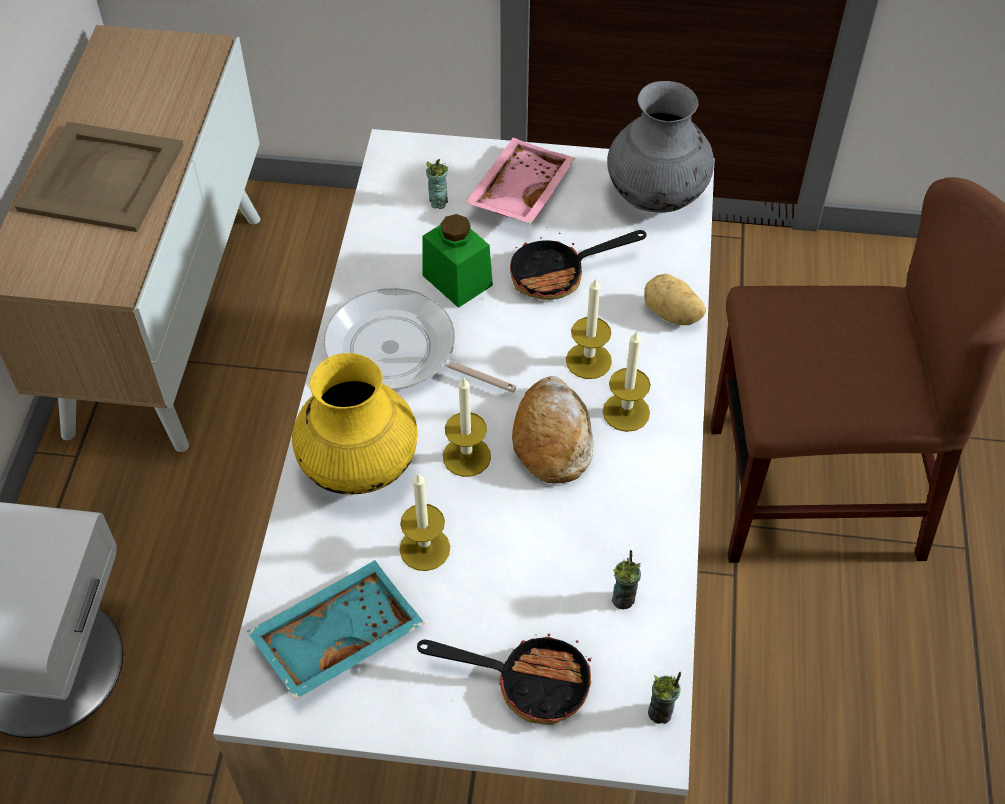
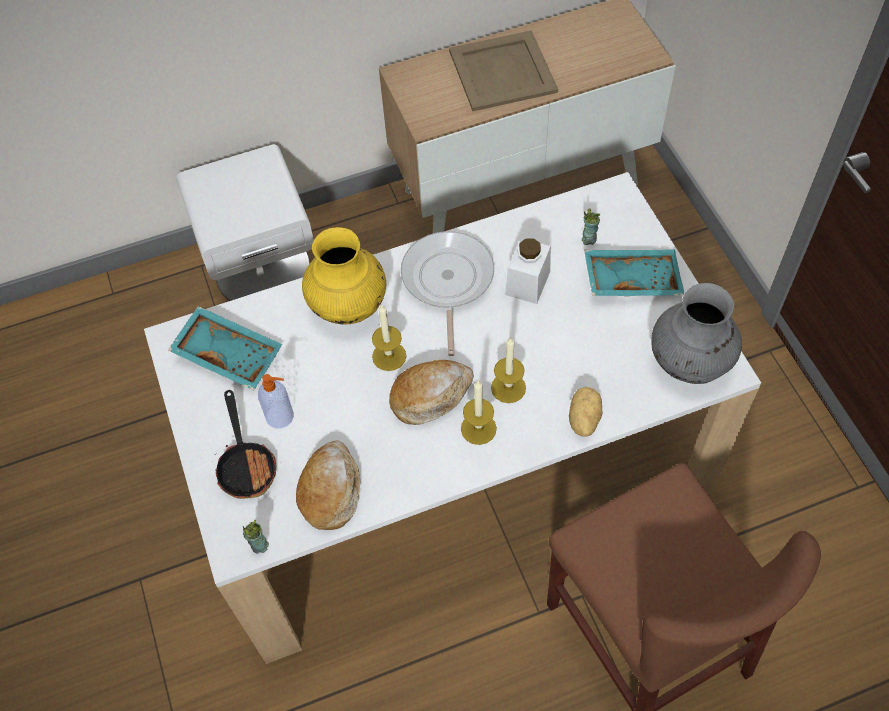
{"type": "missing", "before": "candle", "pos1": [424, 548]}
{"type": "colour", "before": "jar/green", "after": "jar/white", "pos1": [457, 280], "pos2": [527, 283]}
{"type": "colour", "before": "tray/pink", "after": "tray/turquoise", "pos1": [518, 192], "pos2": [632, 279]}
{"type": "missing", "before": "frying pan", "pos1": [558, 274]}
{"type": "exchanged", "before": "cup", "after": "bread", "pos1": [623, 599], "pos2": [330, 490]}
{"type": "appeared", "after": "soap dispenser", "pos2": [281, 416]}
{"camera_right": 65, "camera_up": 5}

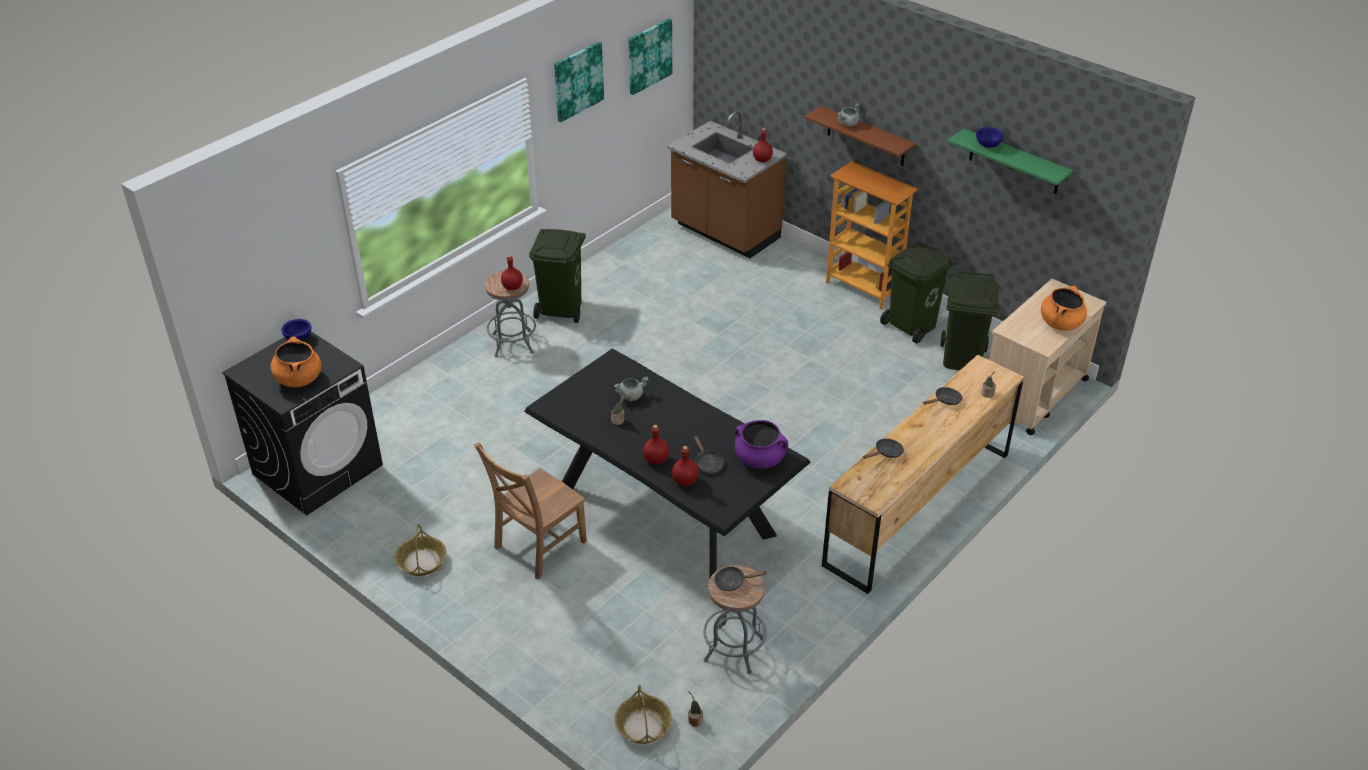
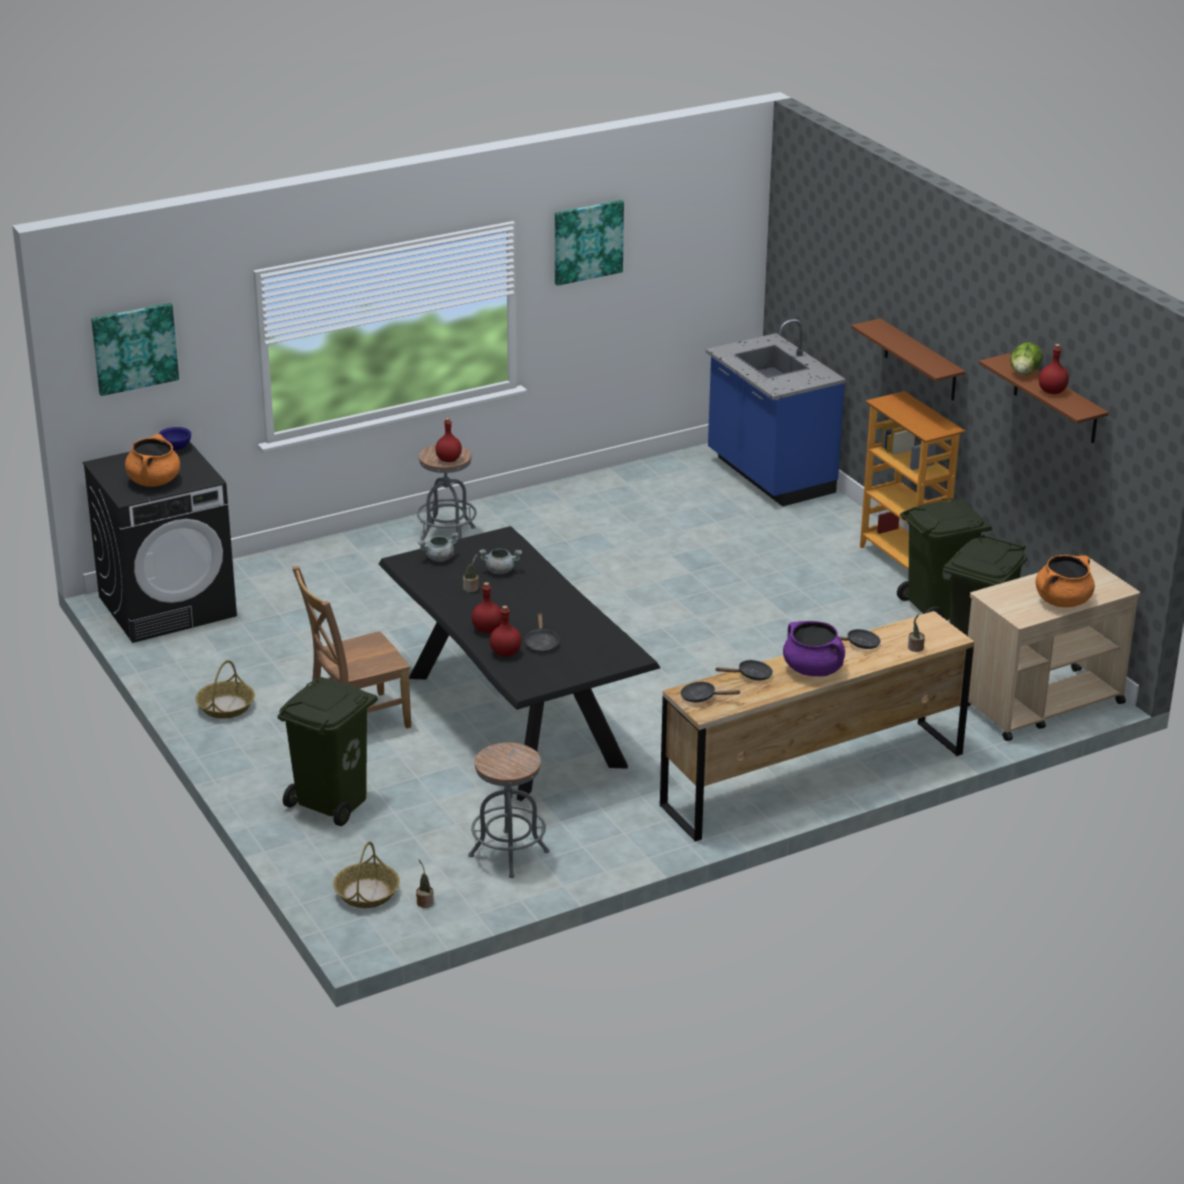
{"type": "relocated", "before": "trash can/green", "pos1": [562, 309], "pos2": [333, 802]}
{"type": "relocated", "before": "picture", "pos1": [649, 56], "pos2": [134, 348]}
{"type": "colour", "before": "counter/brown", "after": "counter/blue", "pos1": [724, 233], "pos2": [769, 476]}
{"type": "relocated", "before": "frying pan/black", "pos1": [733, 582], "pos2": [702, 697]}
{"type": "relocated", "before": "cooking pot/purple", "pos1": [760, 459], "pos2": [813, 669]}
{"type": "relocated", "before": "bottle/red", "pos1": [762, 159], "pos2": [1051, 391]}
{"type": "relocated", "before": "cooking pot/grey", "pos1": [848, 124], "pos2": [439, 558]}
{"type": "colour", "before": "shelf/green", "after": "shelf/brown", "pos1": [1014, 162], "pos2": [1055, 400]}
{"type": "exchanged", "before": "bowl/blue", "after": "lettuce", "pos1": [988, 145], "pos2": [1024, 373]}
{"camera_right": 20, "camera_up": -10}

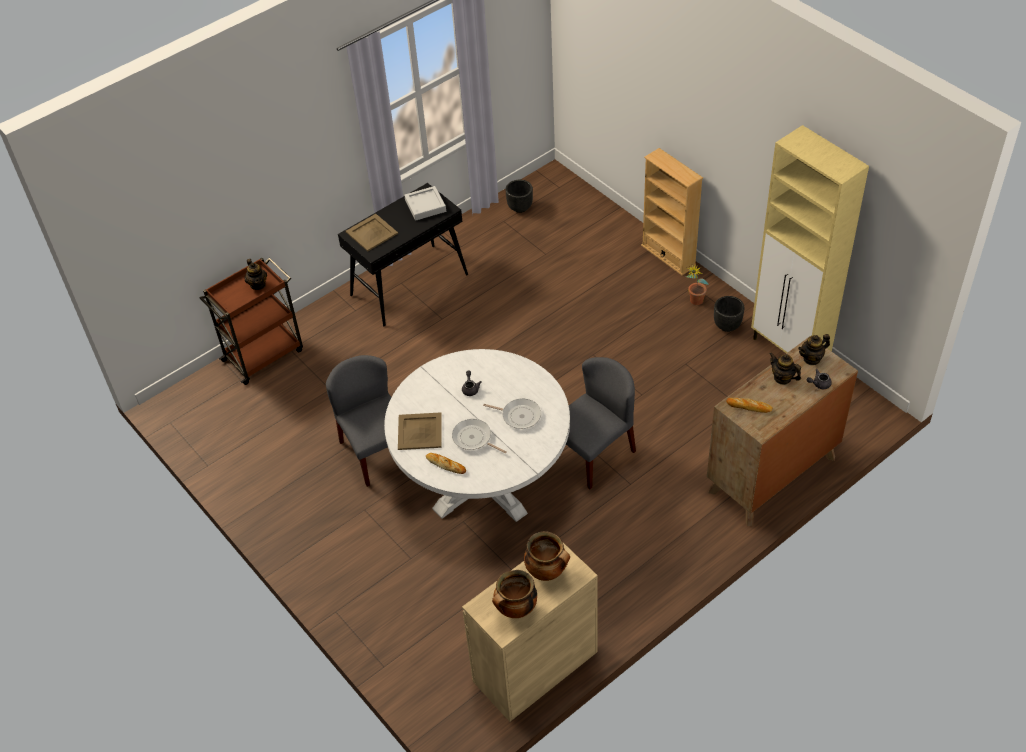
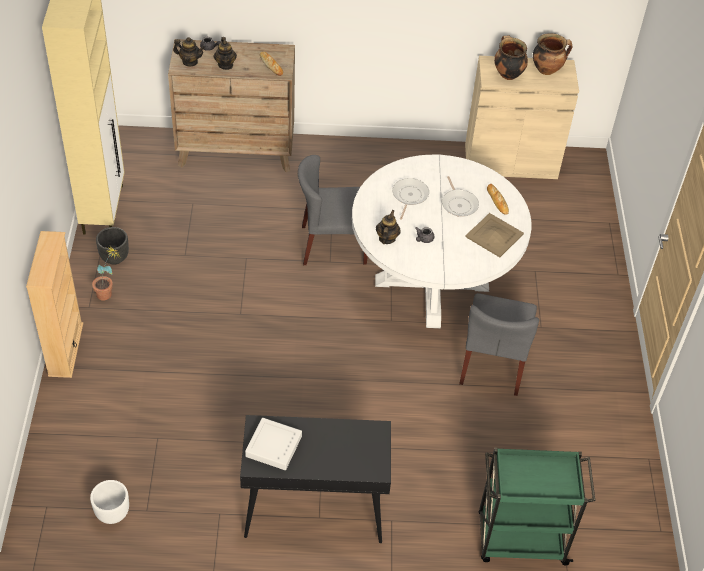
{"type": "colour", "before": "cart/brown", "after": "cart/green", "pos1": [264, 354], "pos2": [520, 539]}
{"type": "relocated", "before": "teapot", "pos1": [258, 284], "pos2": [386, 238]}
{"type": "missing", "before": "tray/beige", "pos1": [372, 232]}
{"type": "spun", "before": "frying pan", "pos1": [519, 415], "pos2": [409, 196], "turn": 45}
{"type": "colour", "before": "planter/black", "after": "planter/white", "pos1": [520, 207], "pos2": [112, 514]}
{"camera_right": -145, "camera_up": 0}

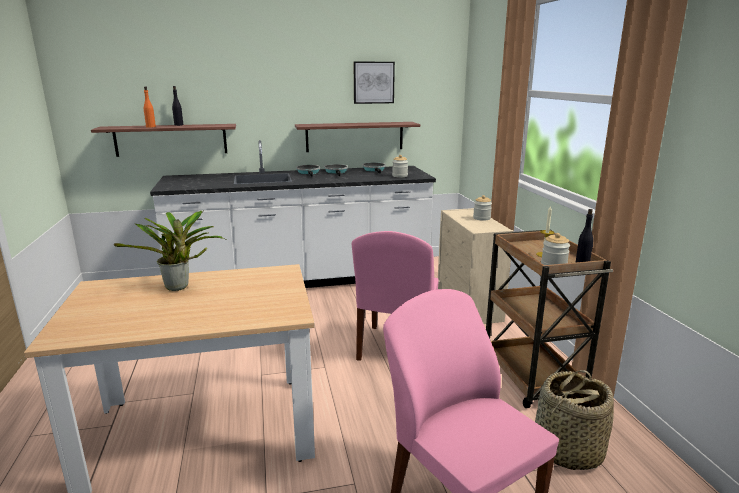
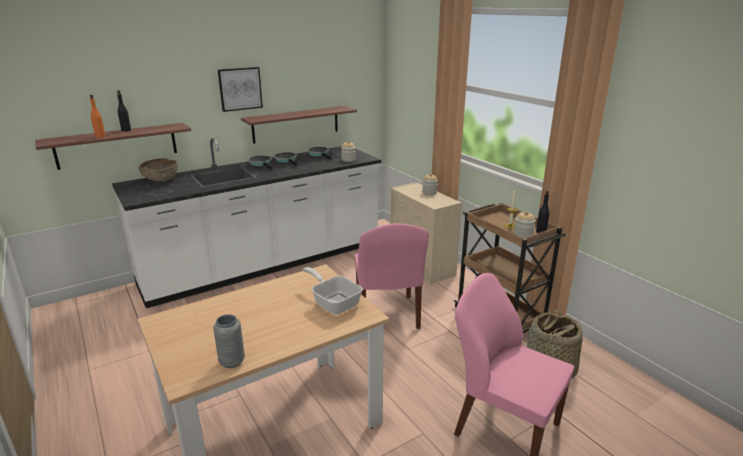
{"type": "missing", "before": "potted plant", "pos1": [180, 288]}
{"type": "relocated", "before": "picture", "pos1": [373, 82], "pos2": [240, 89]}
{"type": "appeared", "after": "bowl/brown", "pos2": [161, 179]}
{"type": "appeared", "after": "vase/grey", "pos2": [232, 362]}
{"type": "appeared", "after": "frying pan", "pos2": [333, 302]}
{"camera_right": -20, "camera_up": 5}

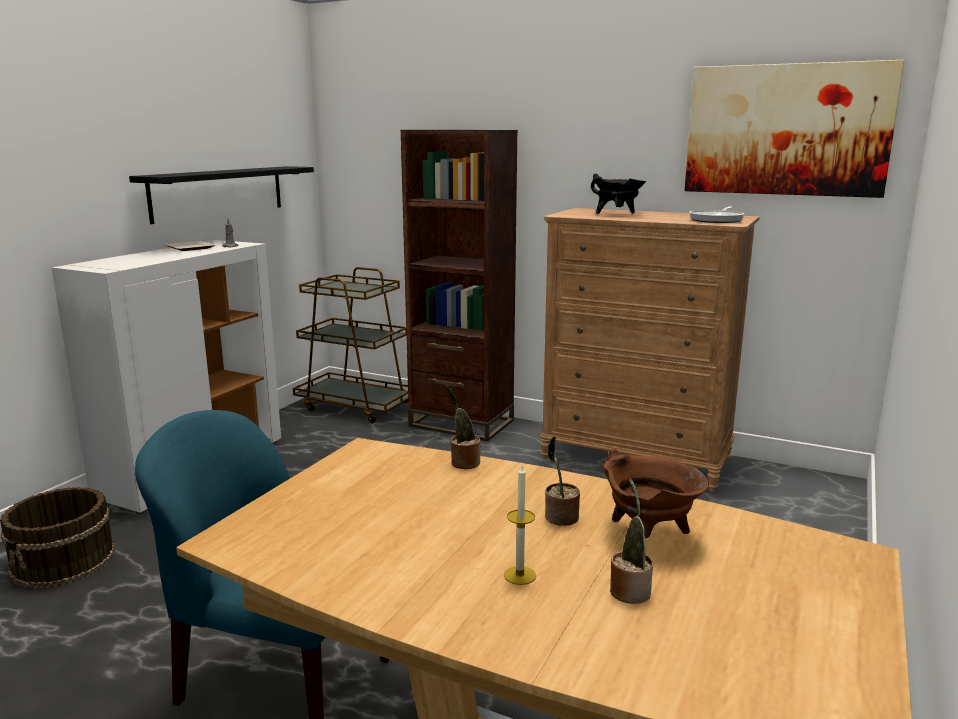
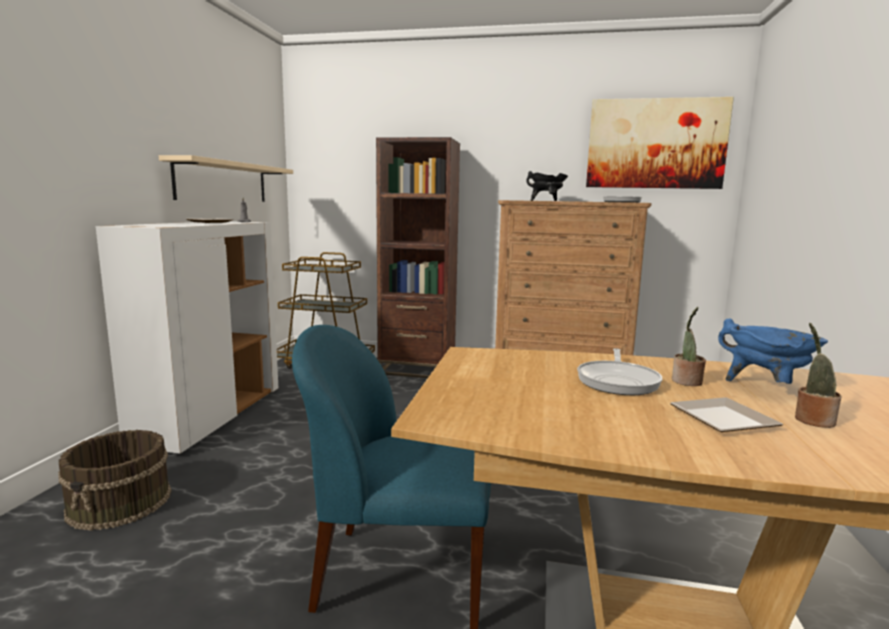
{"type": "colour", "before": "shelf/black", "after": "shelf/beige", "pos1": [219, 192], "pos2": [223, 182]}
{"type": "missing", "before": "potted plant", "pos1": [463, 462]}
{"type": "exchanged", "before": "candle", "after": "plate", "pos1": [520, 575], "pos2": [718, 418]}
{"type": "colour", "before": "cooking pot/brown", "after": "cooking pot/blue", "pos1": [648, 536], "pos2": [766, 387]}
{"type": "appeared", "after": "frying pan", "pos2": [618, 381]}
{"camera_right": -15, "camera_up": -5}

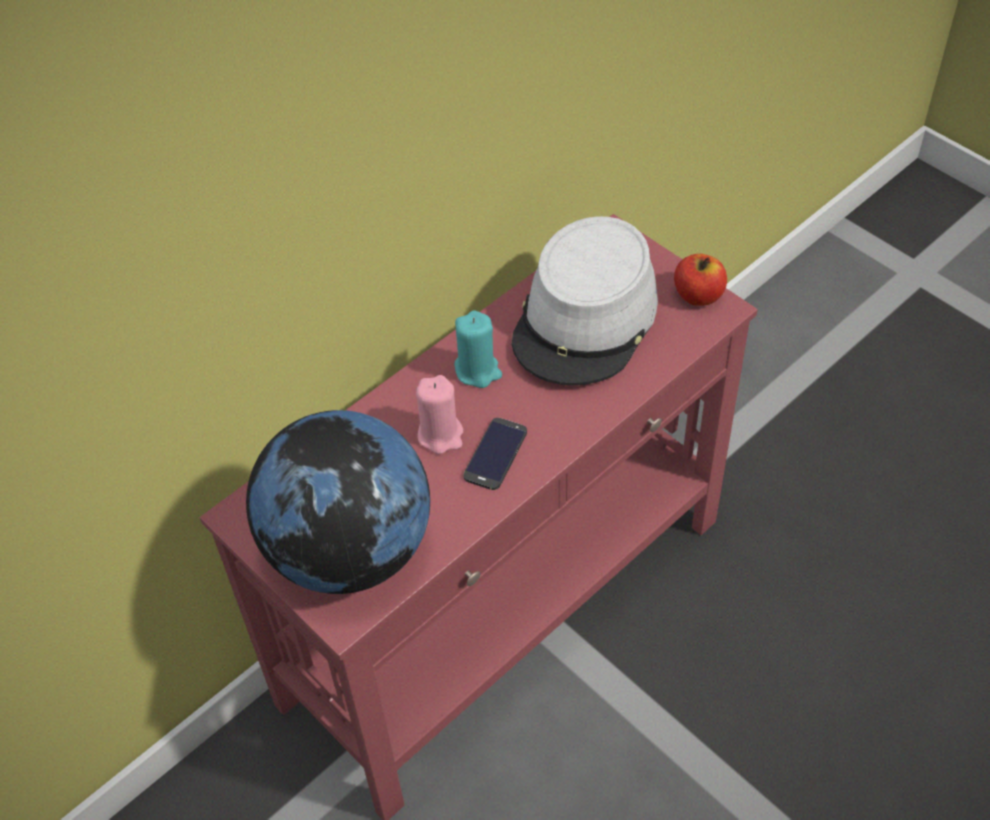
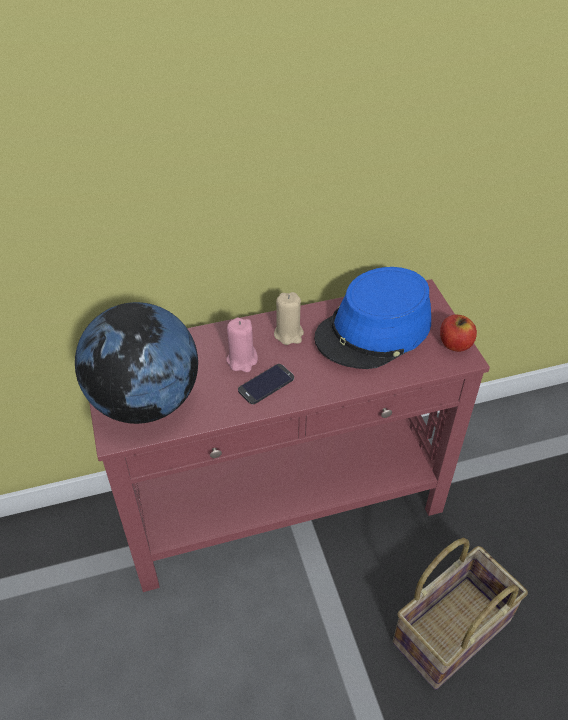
{"type": "colour", "before": "candle/turquoise", "after": "candle/beige", "pos1": [478, 370], "pos2": [289, 334]}
{"type": "colour", "before": "hat/grey", "after": "hat/blue", "pos1": [586, 319], "pos2": [374, 331]}
{"type": "appeared", "after": "basket", "pos2": [450, 630]}
{"camera_right": 25, "camera_up": -5}

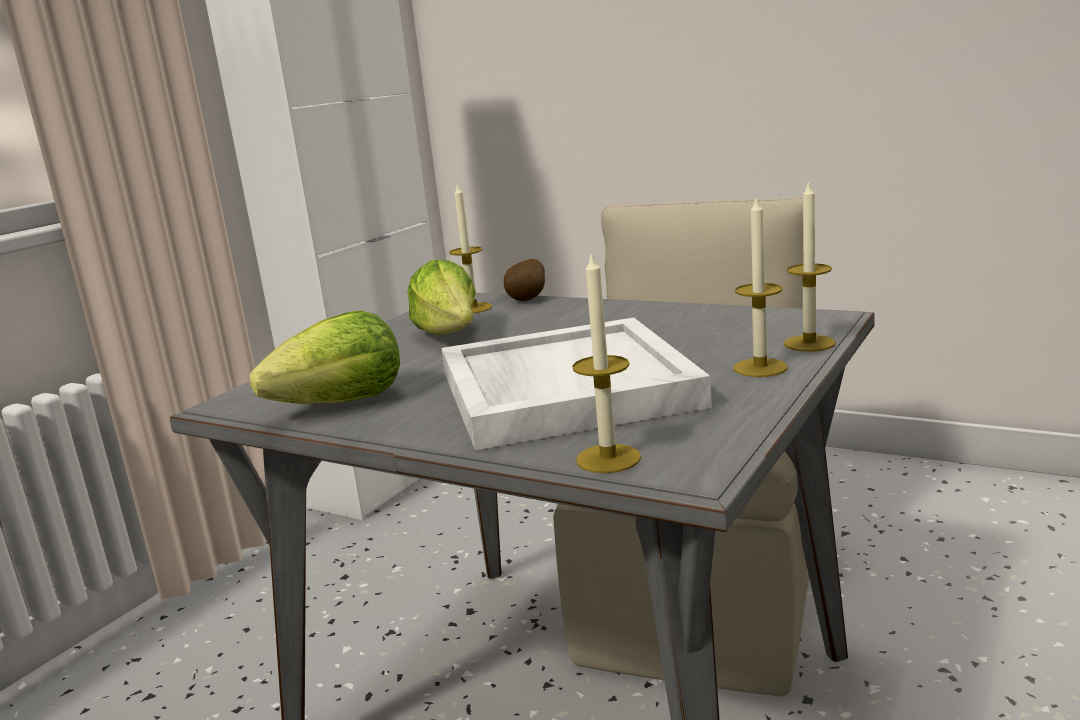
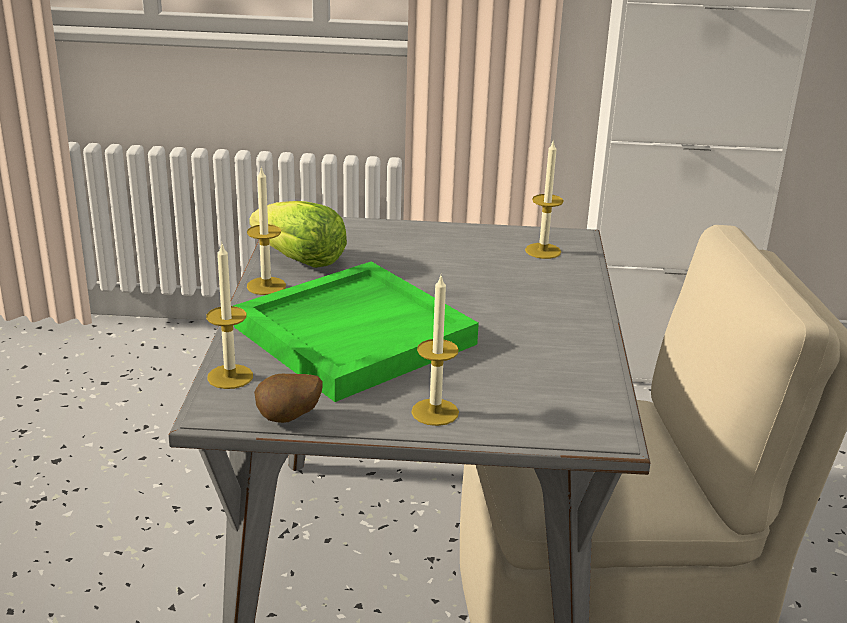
{"type": "missing", "before": "lettuce", "pos1": [450, 336]}
{"type": "colour", "before": "tray/white", "after": "tray/green", "pos1": [563, 389], "pos2": [355, 334]}
{"type": "relocated", "before": "potato", "pos1": [528, 299], "pos2": [289, 420]}
{"type": "relocated", "before": "candle", "pos1": [809, 343], "pos2": [266, 286]}
{"camera_right": 60, "camera_up": 10}

